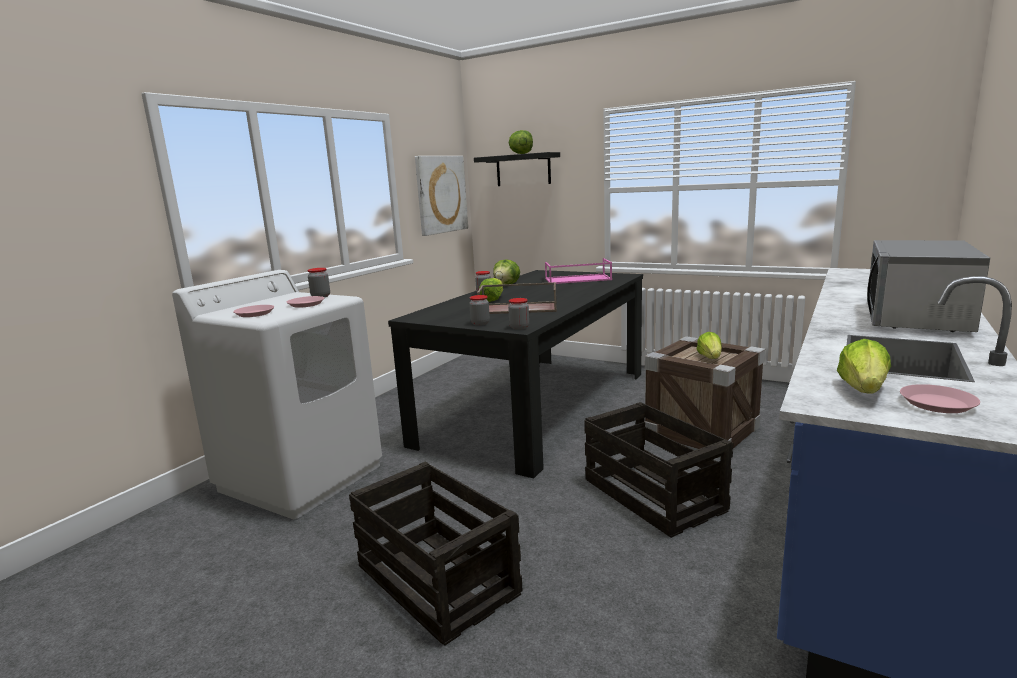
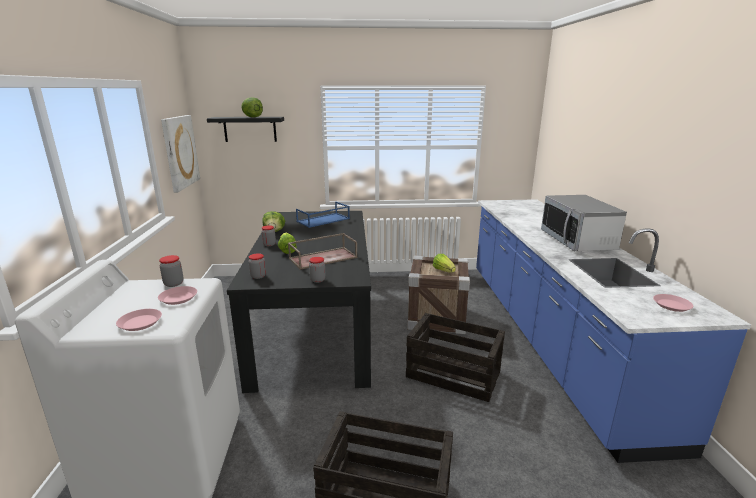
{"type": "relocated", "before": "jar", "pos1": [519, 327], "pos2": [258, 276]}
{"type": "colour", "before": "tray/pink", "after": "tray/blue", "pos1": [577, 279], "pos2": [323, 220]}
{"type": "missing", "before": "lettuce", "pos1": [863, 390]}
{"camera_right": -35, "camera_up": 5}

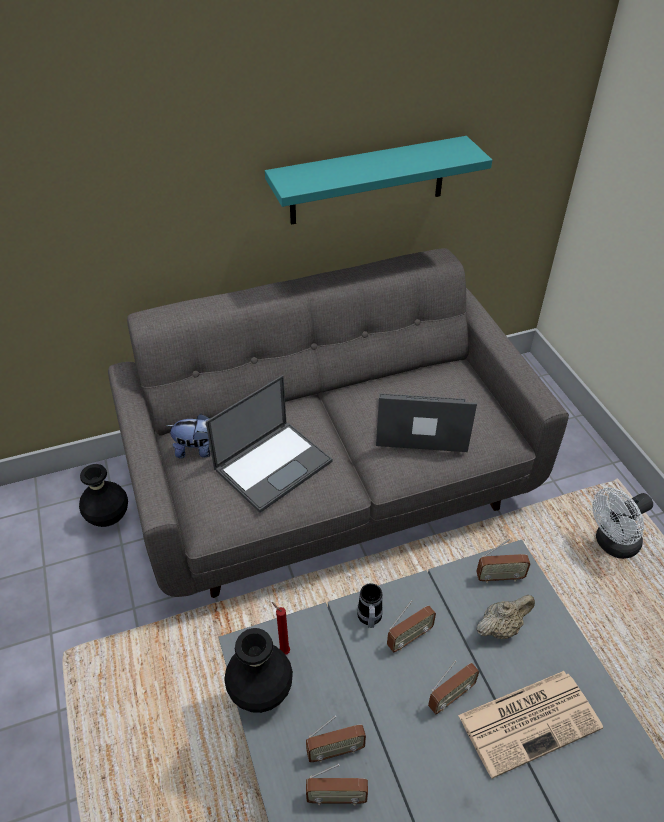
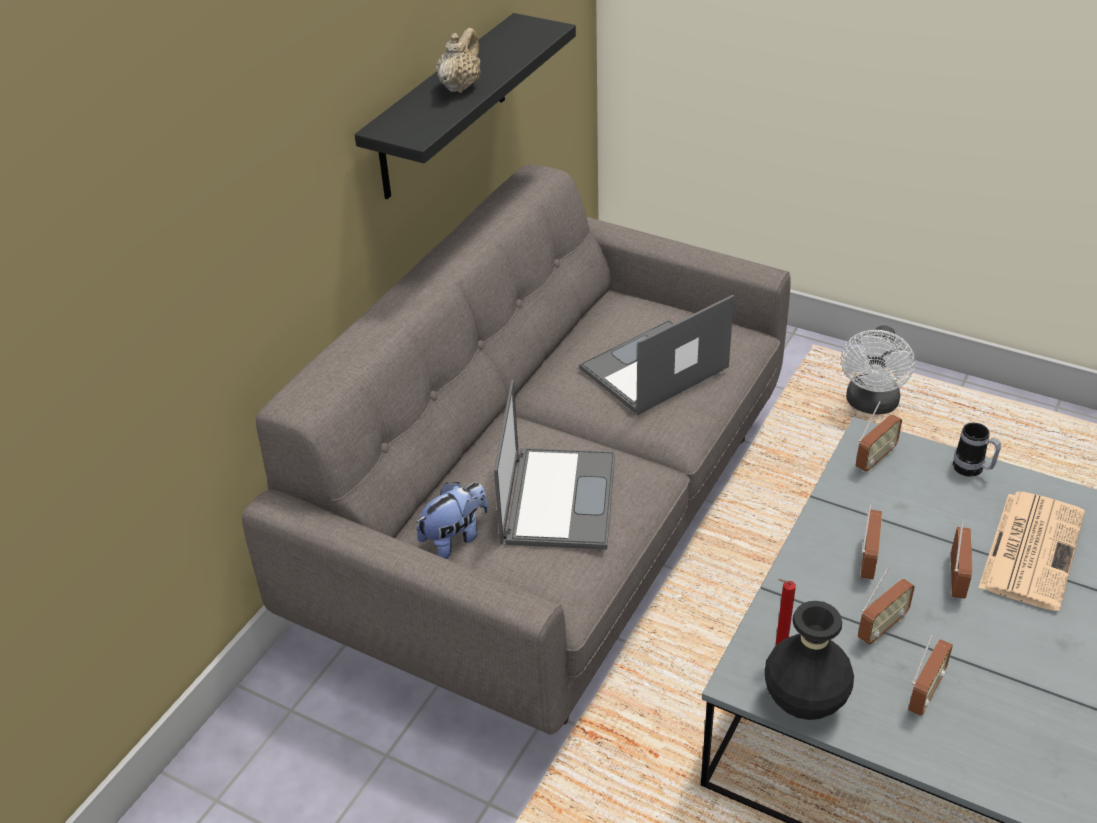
{"type": "missing", "before": "vase/black", "pos1": [109, 518]}
{"type": "colour", "before": "shelf/turquoise", "after": "shelf/black", "pos1": [368, 181], "pos2": [443, 108]}
{"type": "relocated", "before": "radio", "pos1": [336, 797], "pos2": [881, 627]}
{"type": "relocated", "before": "mug", "pos1": [369, 619], "pos2": [972, 470]}
{"type": "relocated", "before": "teapot/beige", "pos1": [501, 627], "pos2": [460, 86]}
{"camera_right": -40, "camera_up": -5}

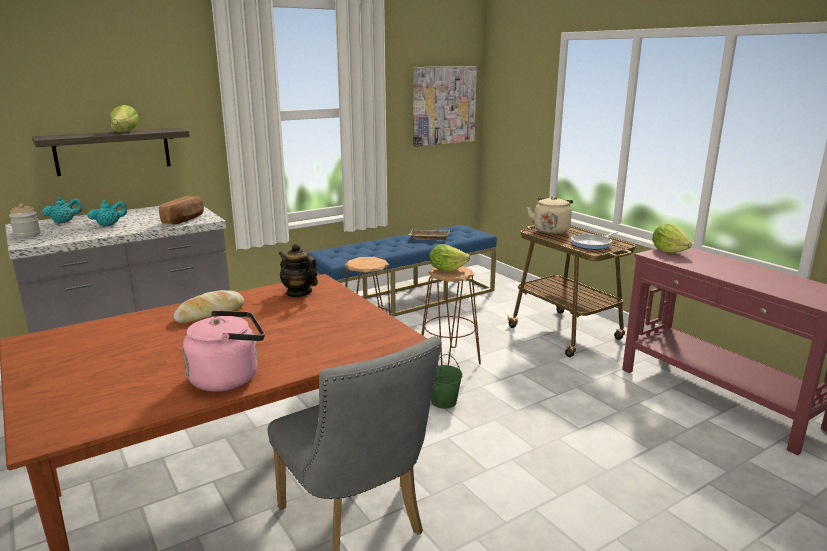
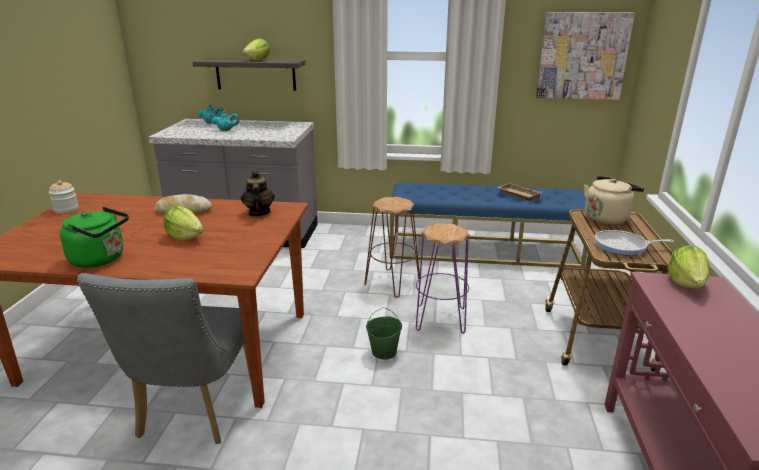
{"type": "relocated", "before": "jar", "pos1": [27, 235], "pos2": [66, 209]}
{"type": "missing", "before": "bread", "pos1": [184, 219]}
{"type": "colour", "before": "kettle/pink", "after": "kettle/green", "pos1": [229, 378], "pos2": [101, 259]}
{"type": "colour", "before": "stool/brown", "after": "stool/purple", "pos1": [449, 361], "pos2": [440, 319]}
{"type": "relocated", "before": "lettuce", "pos1": [446, 269], "pos2": [185, 237]}
{"camera_right": 40, "camera_up": 5}

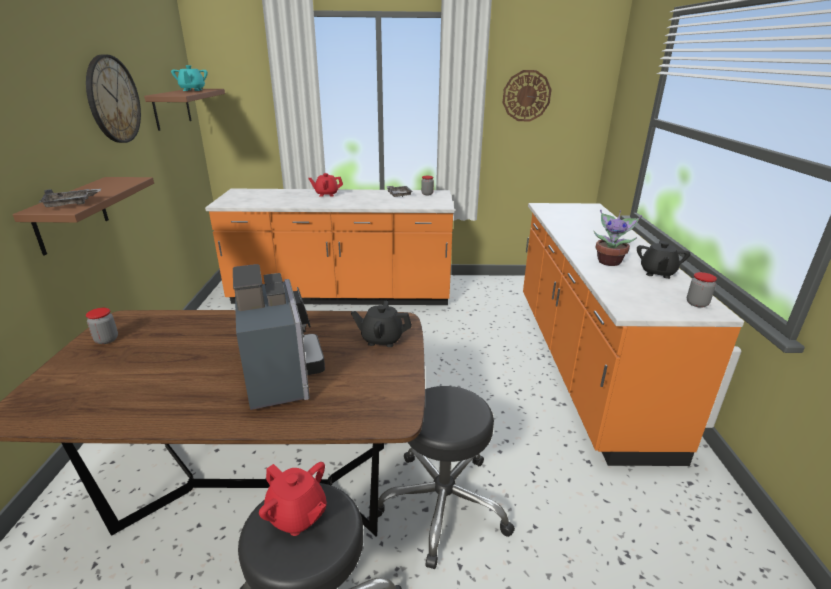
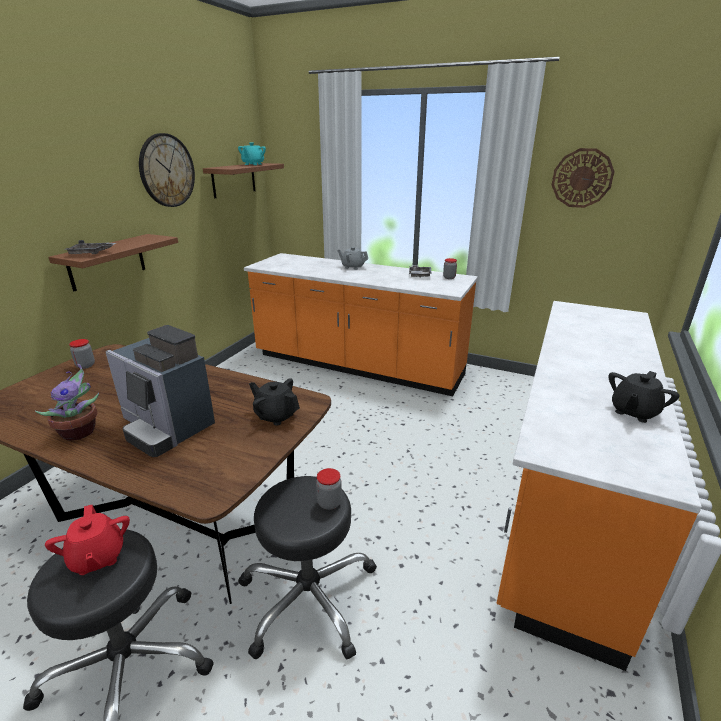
{"type": "spun", "before": "coffee machine", "pos1": [283, 375], "pos2": [166, 427], "turn": 120}
{"type": "colour", "before": "teapot/red", "after": "teapot/grey", "pos1": [326, 194], "pos2": [352, 267]}
{"type": "relocated", "before": "potted plant", "pos1": [609, 261], "pos2": [81, 432]}
{"type": "relocated", "before": "jar", "pos1": [697, 303], "pos2": [329, 503]}
{"camera_right": 25, "camera_up": 0}

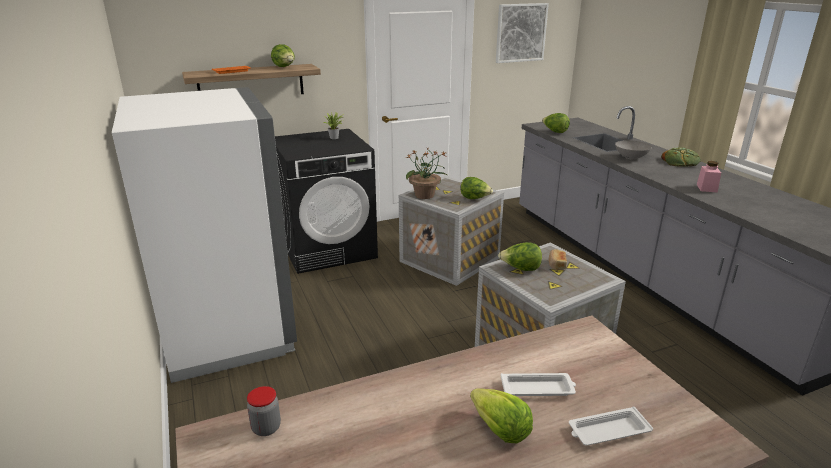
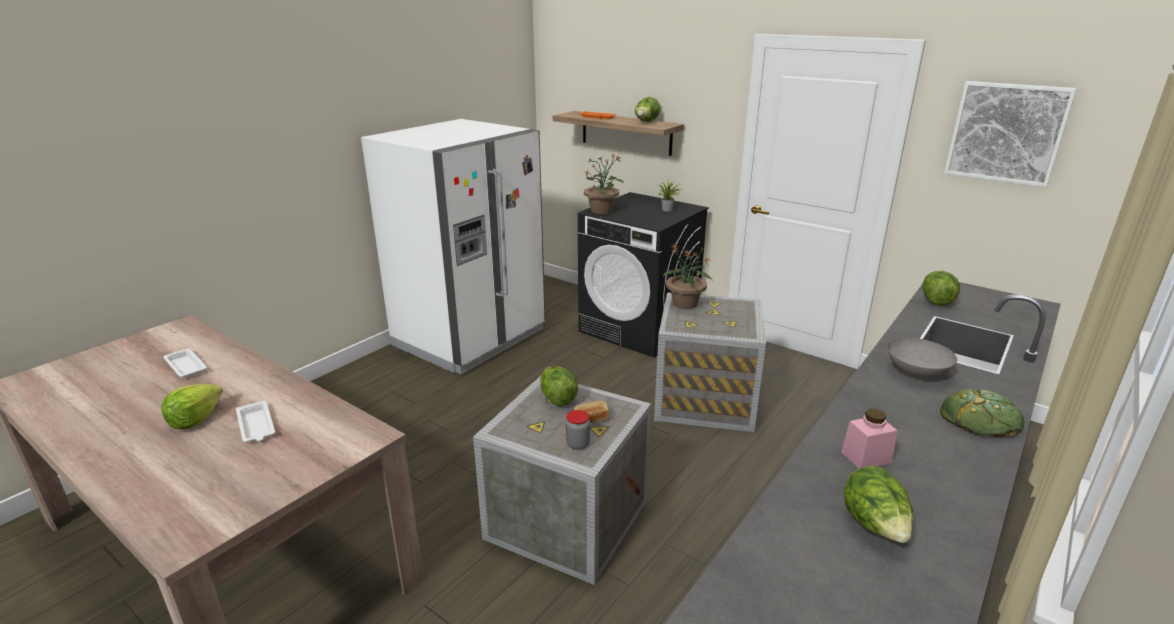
{"type": "relocated", "before": "jar", "pos1": [266, 428], "pos2": [578, 444]}
{"type": "relocated", "before": "lettuce", "pos1": [475, 198], "pos2": [874, 526]}
{"type": "relocated", "before": "tray/white", "pos1": [607, 431], "pos2": [185, 366]}
{"type": "appeared", "after": "potted plant", "pos2": [602, 210]}
{"camera_right": 60, "camera_up": 0}

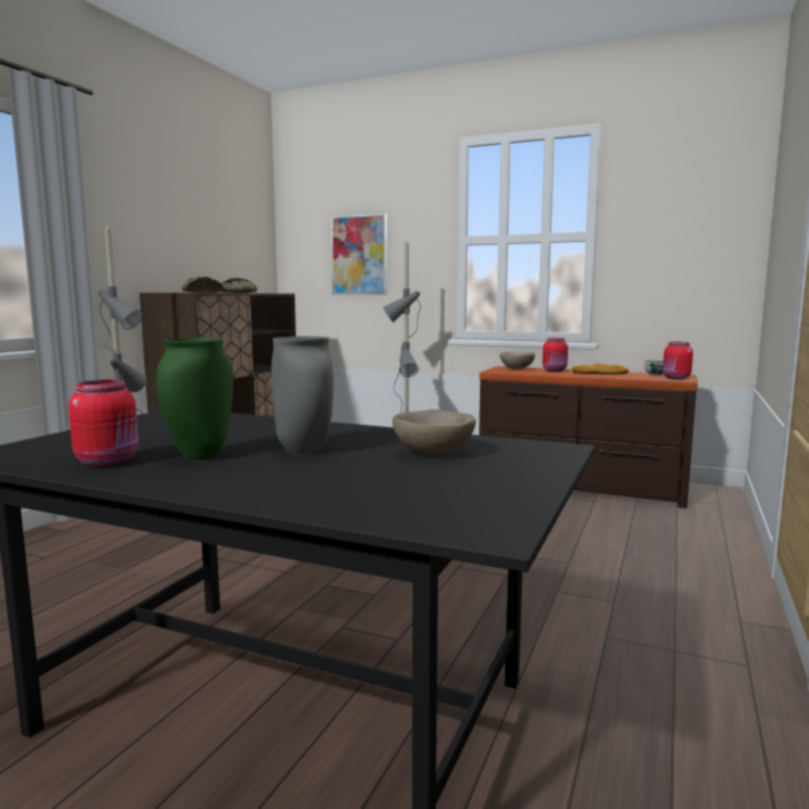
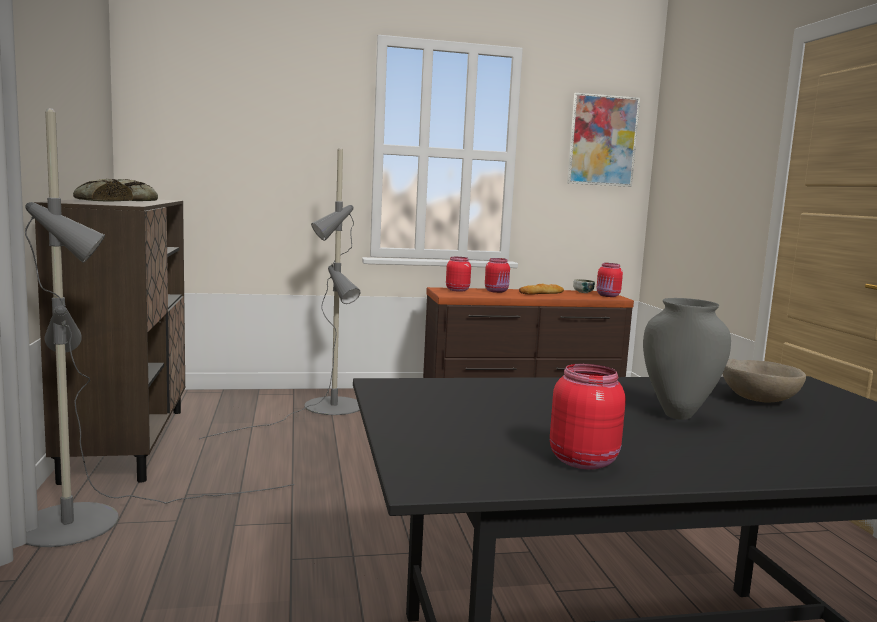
{"type": "missing", "before": "vase/green", "pos1": [201, 457]}
{"type": "relocated", "before": "picture", "pos1": [359, 255], "pos2": [602, 140]}
{"type": "exchanged", "before": "bowl/beige", "after": "jar/red", "pos1": [516, 368], "pos2": [457, 290]}
{"camera_right": -35, "camera_up": 0}

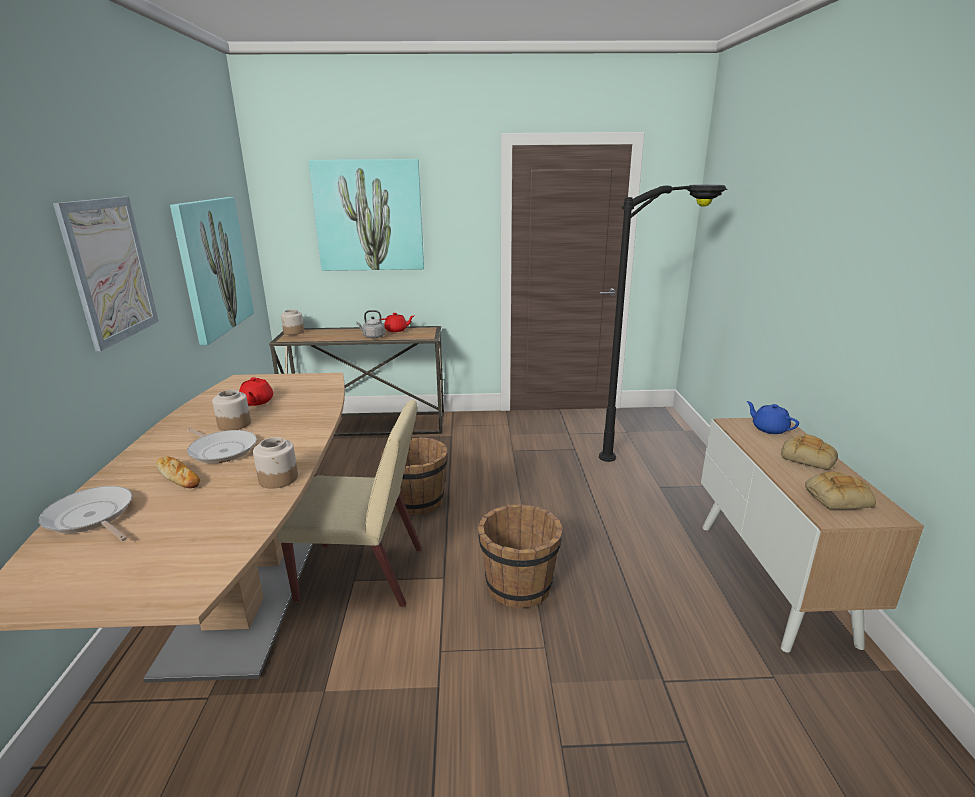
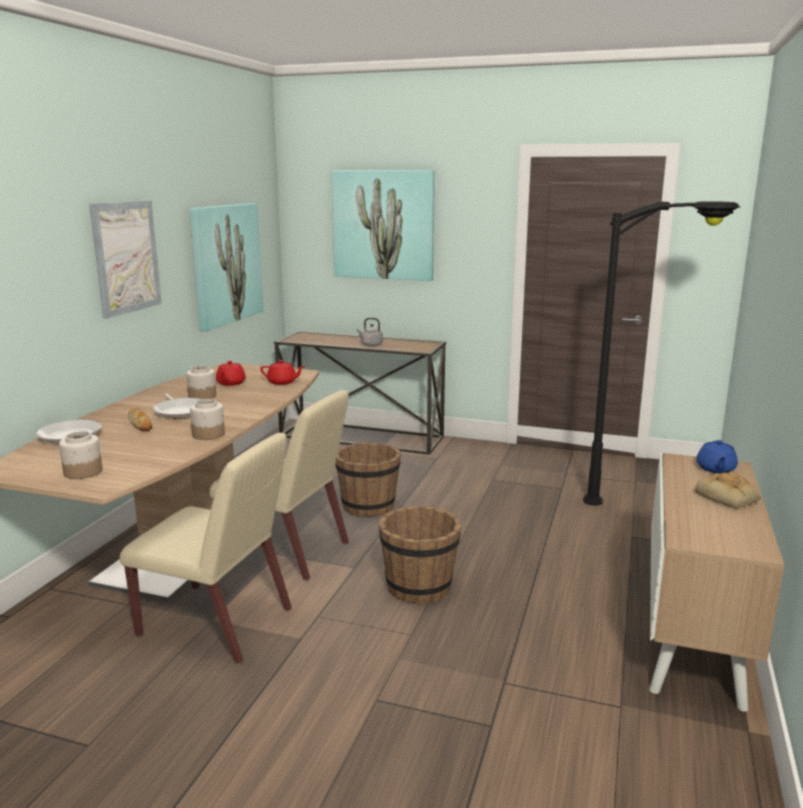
{"type": "relocated", "before": "jar", "pos1": [293, 332], "pos2": [82, 472]}
{"type": "relocated", "before": "teapot/red", "pos1": [396, 330], "pos2": [282, 382]}
{"type": "spun", "before": "teapot/blue", "pos1": [769, 429], "pos2": [715, 469], "turn": -150}
{"type": "missing", "before": "bread", "pos1": [838, 497]}
{"type": "appeared", "after": "chair/beige", "pos2": [217, 623]}
{"camera_right": 20, "camera_up": -5}

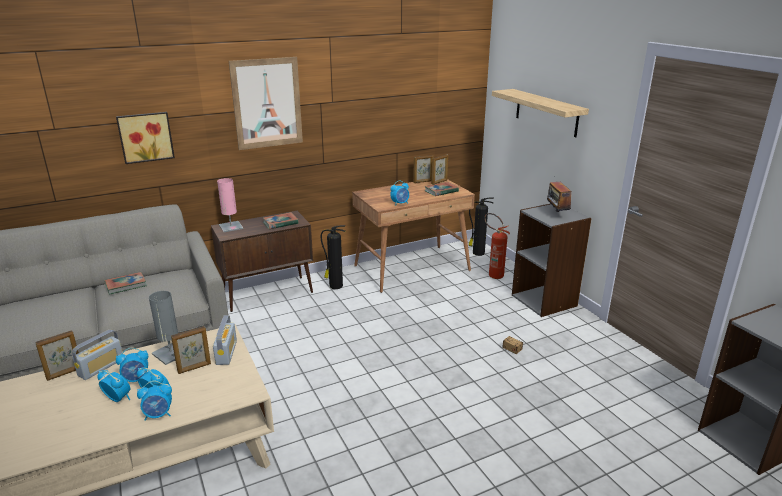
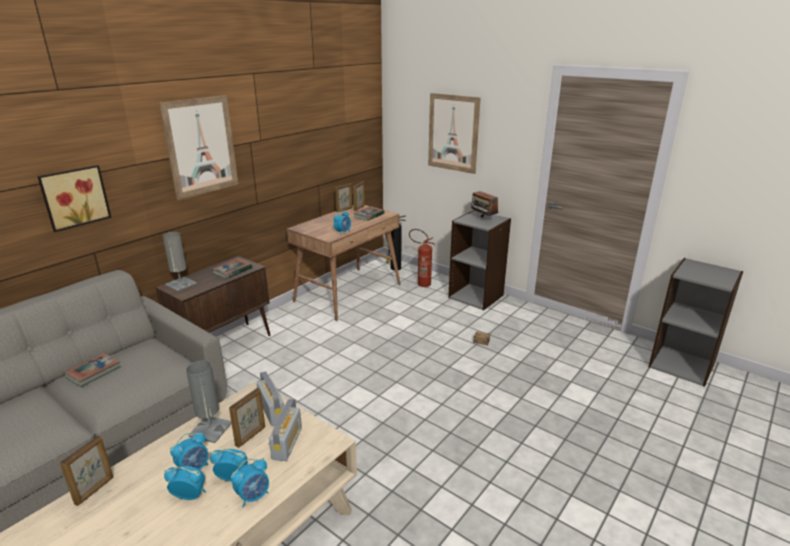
{"type": "relocated", "before": "radio", "pos1": [101, 367], "pos2": [287, 443]}
{"type": "colour", "before": "table lamp/pink", "after": "table lamp/grey", "pos1": [231, 227], "pos2": [181, 284]}
{"type": "missing", "before": "fire extinguisher", "pos1": [335, 286]}
{"type": "exchanged", "before": "shelf", "after": "picture", "pos1": [546, 112], "pos2": [453, 133]}
{"camera_right": -25, "camera_up": 0}

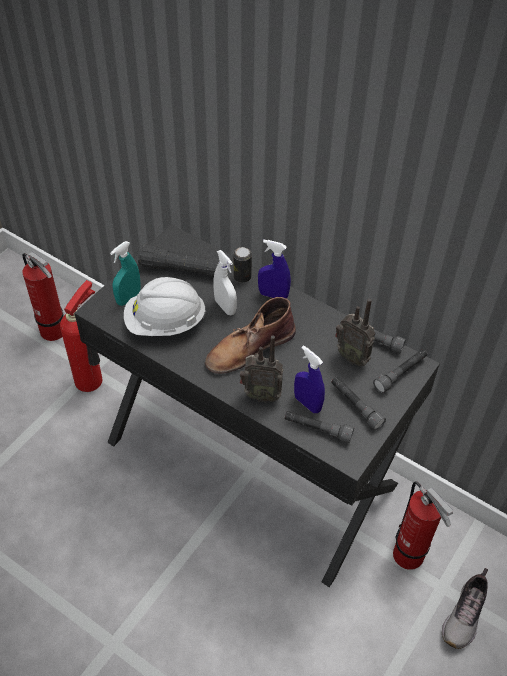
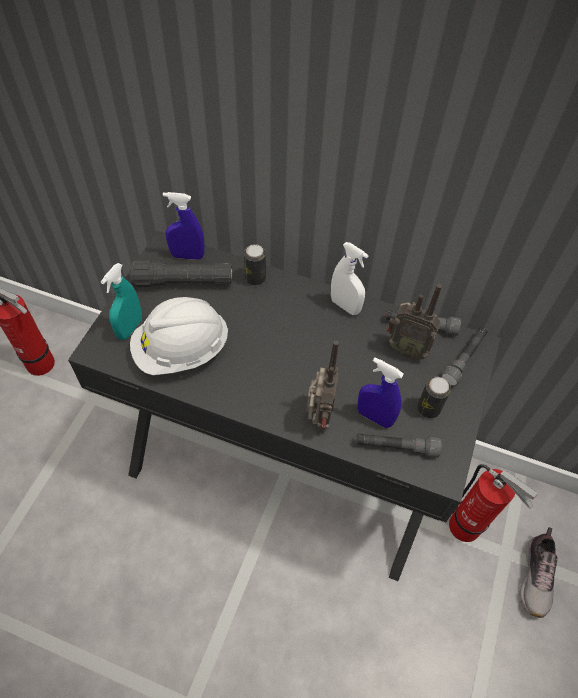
{"type": "missing", "before": "fire extinguisher", "pos1": [92, 380]}
{"type": "missing", "before": "boot/brown", "pos1": [249, 348]}
{"type": "relocated", "before": "spray bottle/white", "pos1": [225, 307], "pos2": [345, 306]}
{"type": "spun", "before": "radio", "pos1": [261, 394], "pos2": [318, 417], "turn": -75}
{"type": "relocated", "before": "spray bottle/blue", "pos1": [273, 295], "pos2": [187, 256]}
{"type": "exchanged", "before": "flashlight/grey", "after": "can", "pos1": [355, 406], "pos2": [428, 408]}
{"camera_right": -15, "camera_up": 5}

